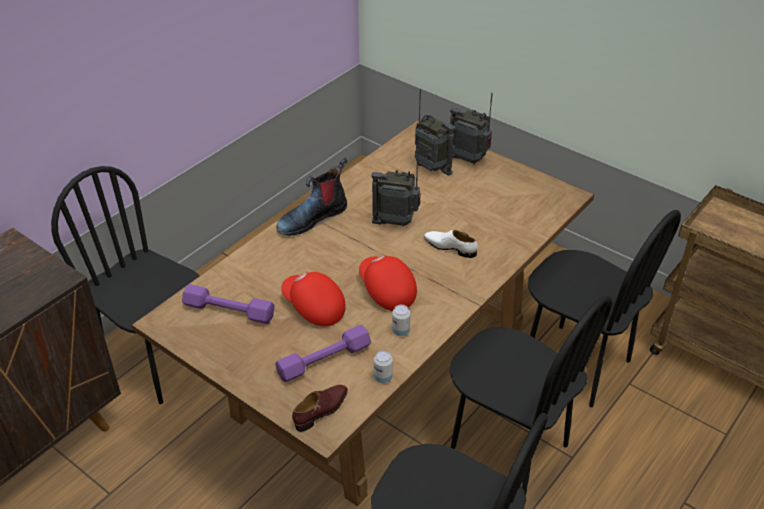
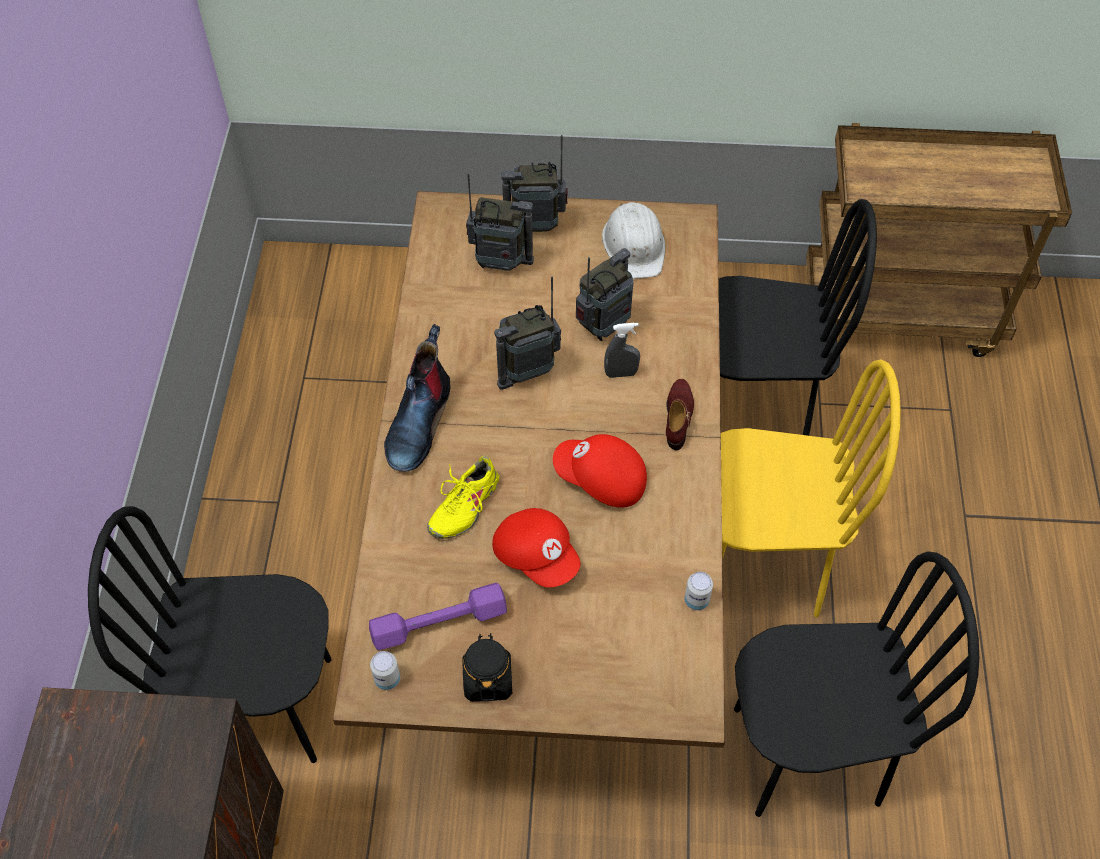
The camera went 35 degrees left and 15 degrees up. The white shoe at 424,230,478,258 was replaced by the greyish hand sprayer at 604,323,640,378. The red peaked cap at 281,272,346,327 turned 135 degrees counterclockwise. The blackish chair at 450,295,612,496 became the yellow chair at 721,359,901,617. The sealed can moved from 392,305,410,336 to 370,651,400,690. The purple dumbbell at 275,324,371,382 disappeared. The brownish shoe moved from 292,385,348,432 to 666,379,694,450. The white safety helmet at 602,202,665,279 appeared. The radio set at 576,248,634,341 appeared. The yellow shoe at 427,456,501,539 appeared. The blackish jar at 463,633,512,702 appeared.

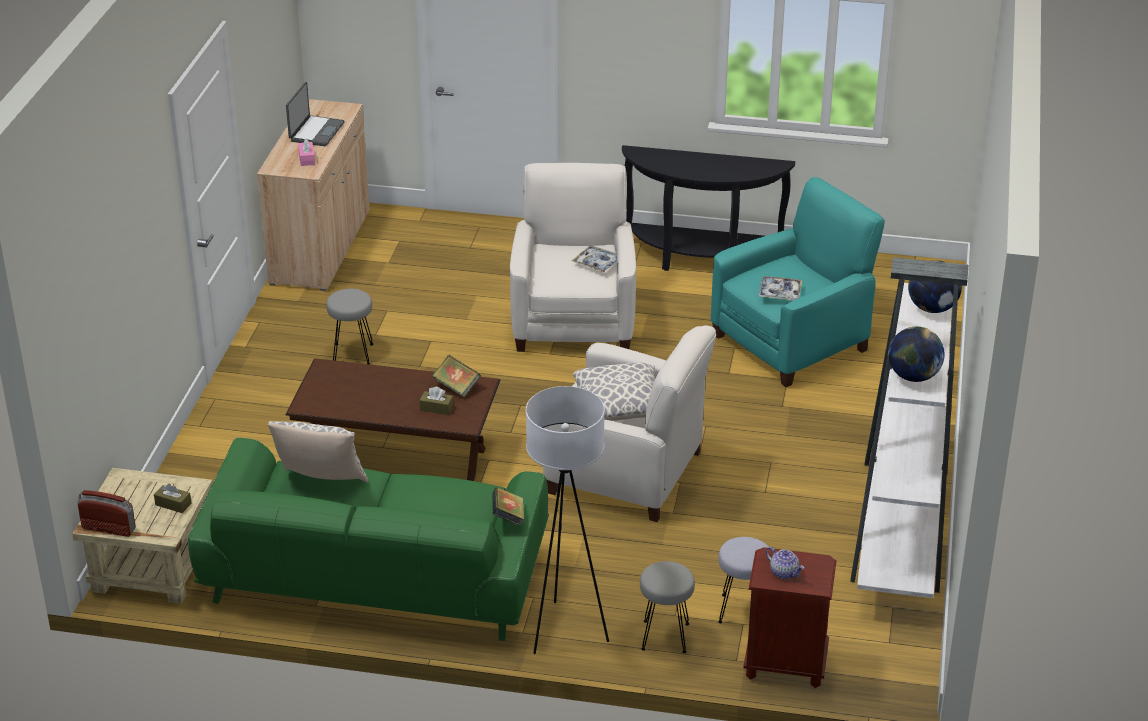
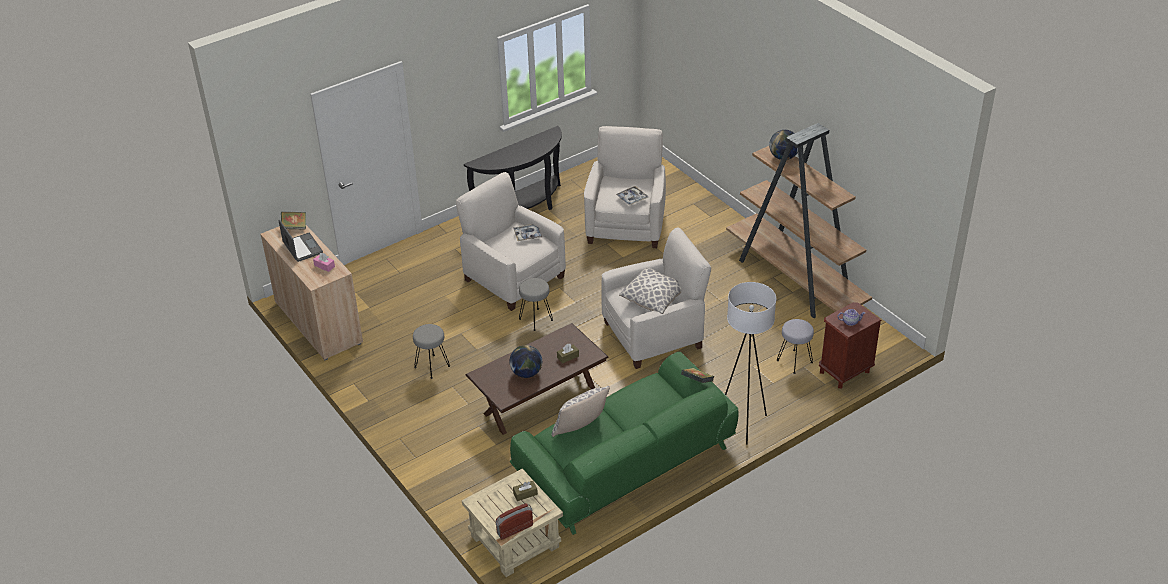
The camera went 45 degrees left and 5 degrees up. The turquoise lounge chair at 711,177,885,387 became the white lounge chair at 584,126,666,248. The white shelving unit at 850,257,968,598 became the brownish shelving unit at 726,123,872,318. The world globe moved from 888,327,945,382 to 509,345,542,378. The book moved from 432,355,481,397 to 281,212,306,230. The greyish stool moved from 640,561,695,653 to 519,278,553,331.

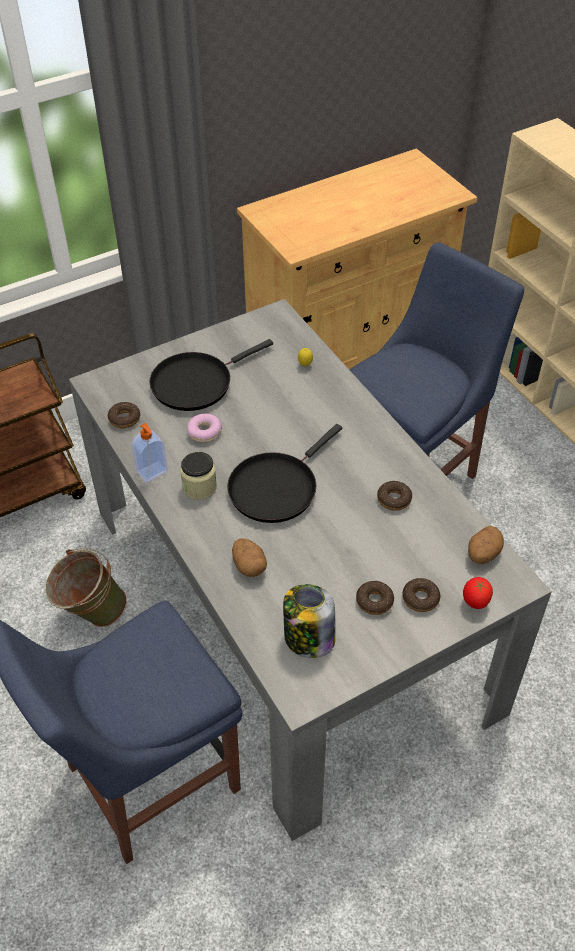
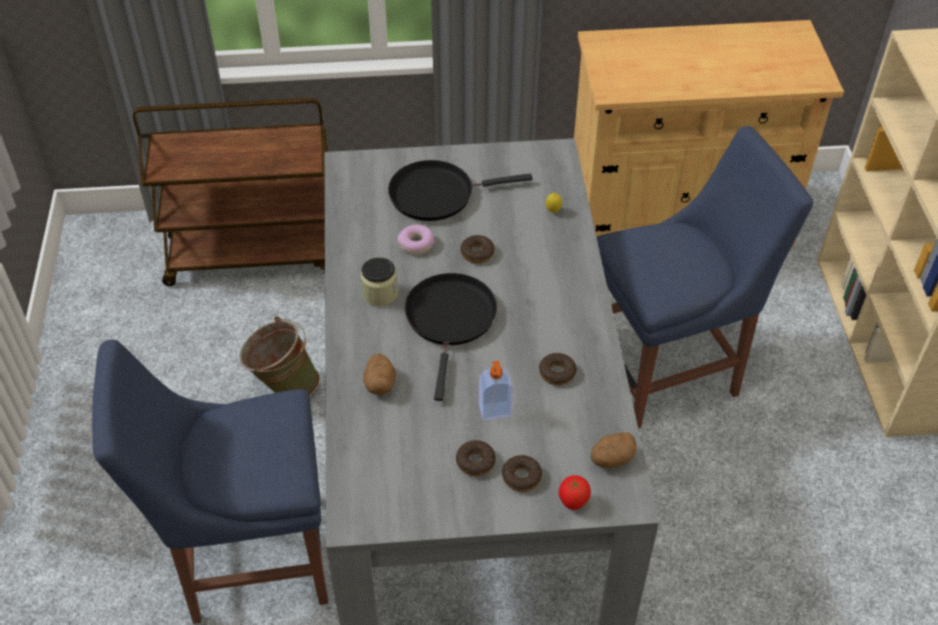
The camera went 25 degrees right and 0 degrees up. The ring doughnut moved from 108,402,140,428 to 460,235,495,263. The soap bottle moved from 132,423,168,482 to 479,361,513,421. The blackish skillet at 227,424,342,523 turned 120 degrees clockwise. The jar at 283,584,335,658 disappeared.

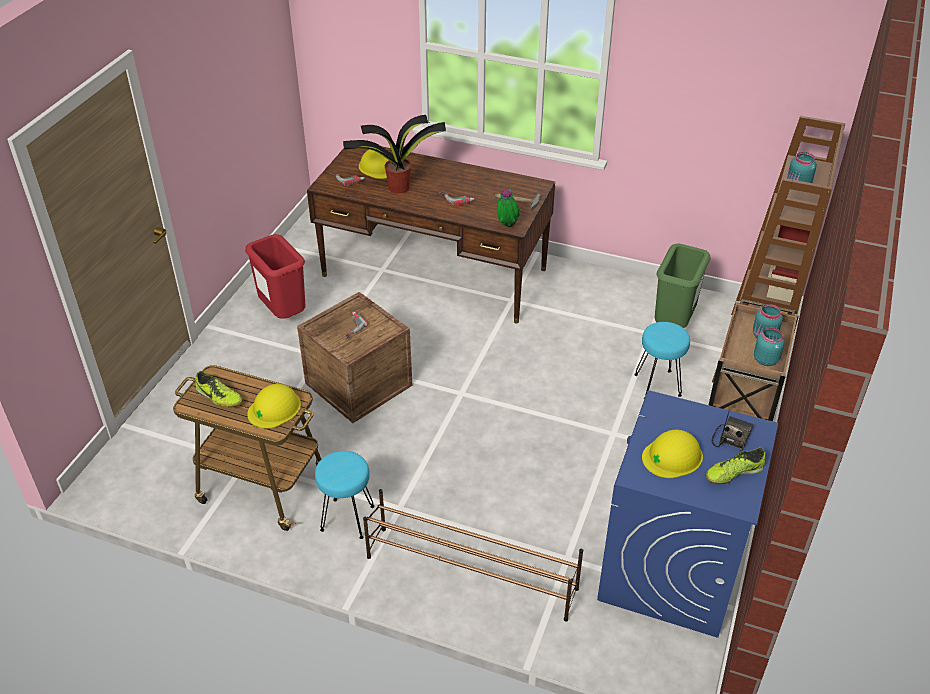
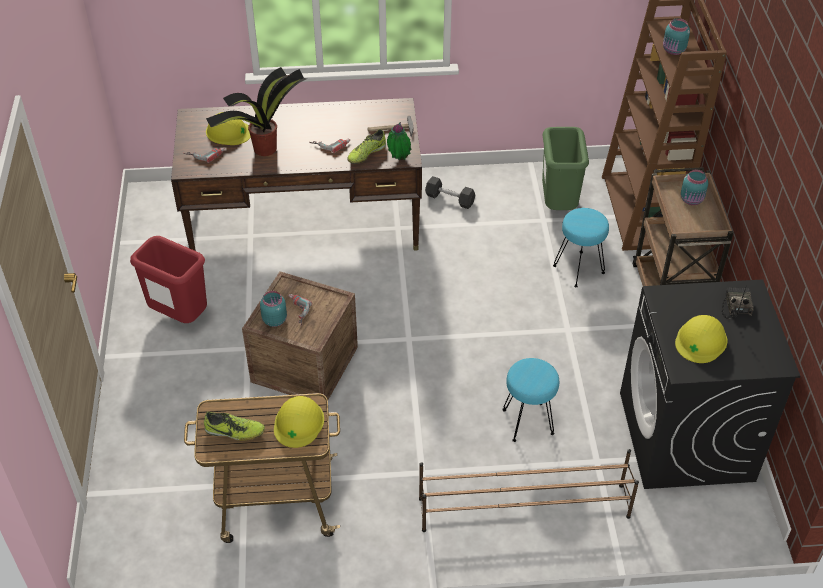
The camera went 25 degrees left and 5 degrees up. The turquoise jar moved from 754,328,785,366 to 260,291,287,327. The blue-coloured washing machine at 597,390,778,638 became the blackish washing machine at 620,279,801,489. The shoe moved from 706,447,765,484 to 347,129,386,164. The turquoise stool moved from 315,451,374,539 to 502,358,559,442. The greyish dumbbell at 425,176,475,209 appeared.

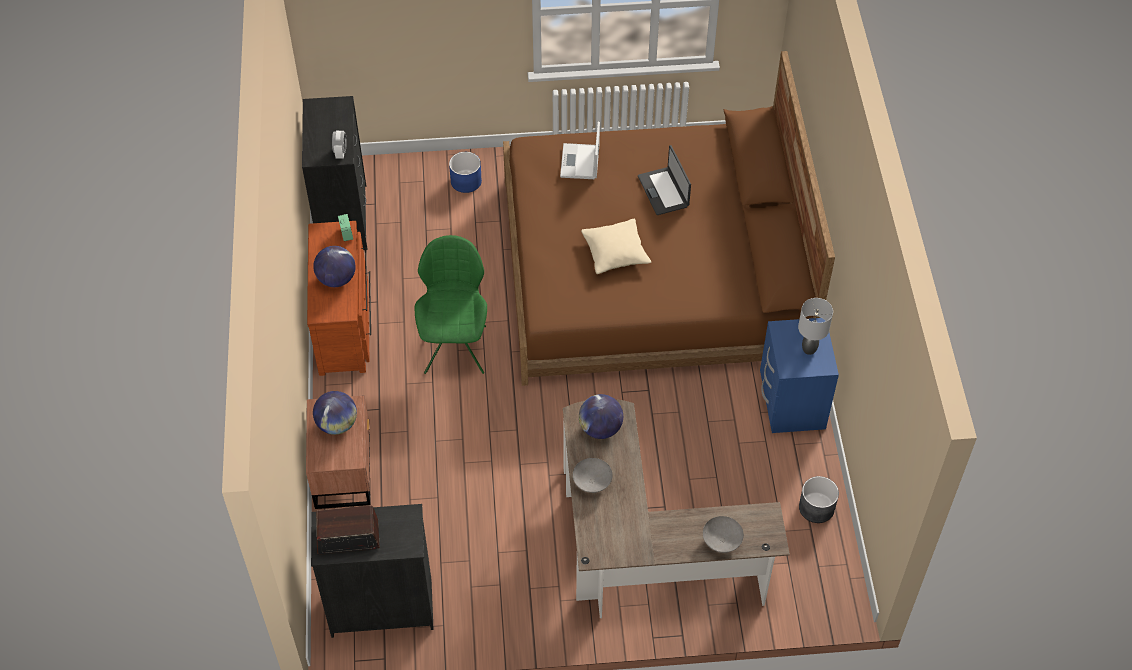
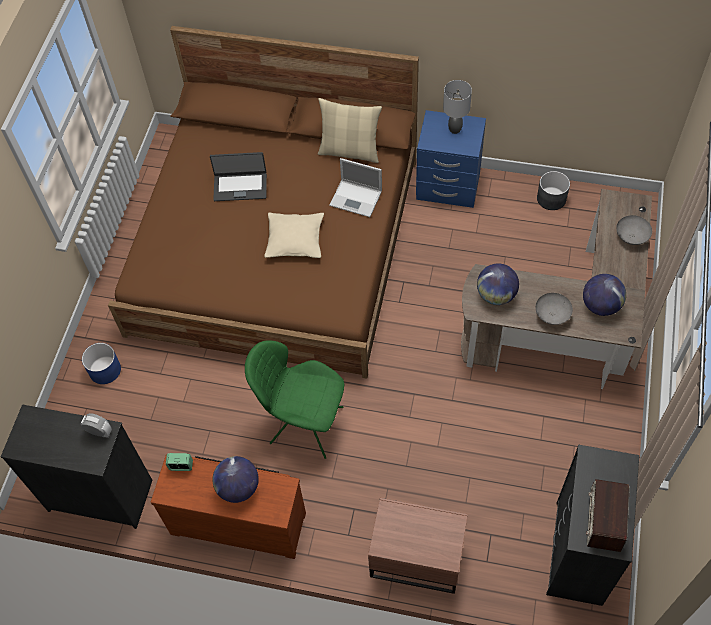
The camera went 70 degrees left and 5 degrees up. The notebook computer moved from 560,122,600,179 to 329,158,382,217. The world globe moved from 313,391,357,435 to 583,274,626,316. The sand-coloured throw pillow at 318,98,382,163 appeared.

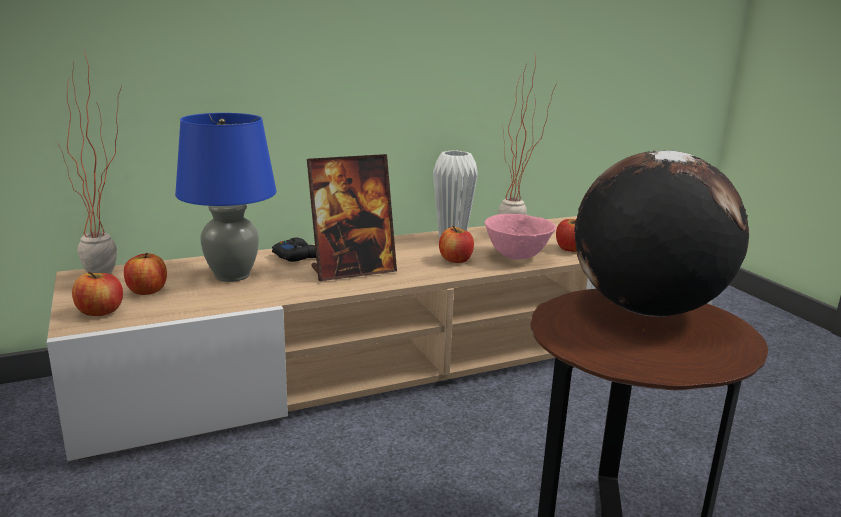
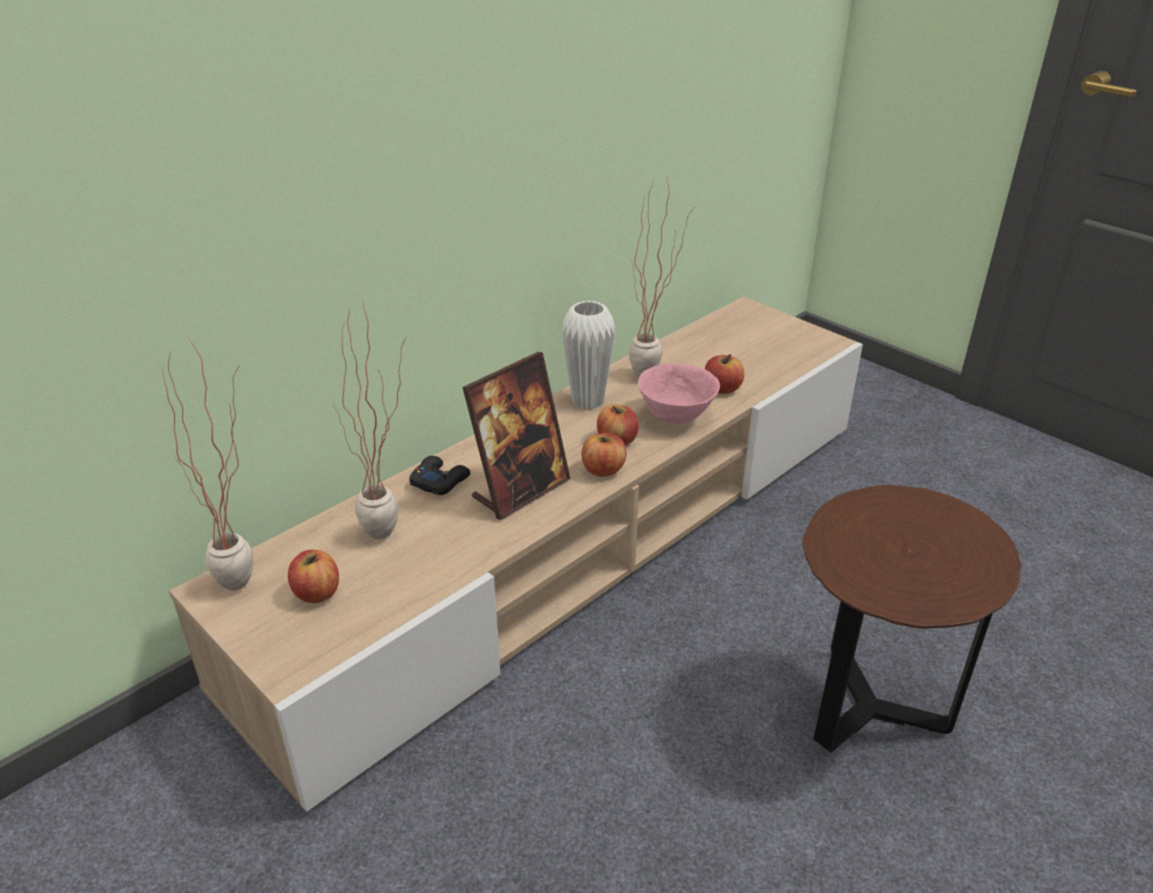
The camera went 20 degrees left and 15 degrees up. The blue-coloured tabletop lamp at 175,113,276,282 was replaced by the houseplant at 333,303,406,540. The world globe at 574,150,749,317 disappeared. The apple fruit moved from 72,272,123,316 to 581,433,626,477.

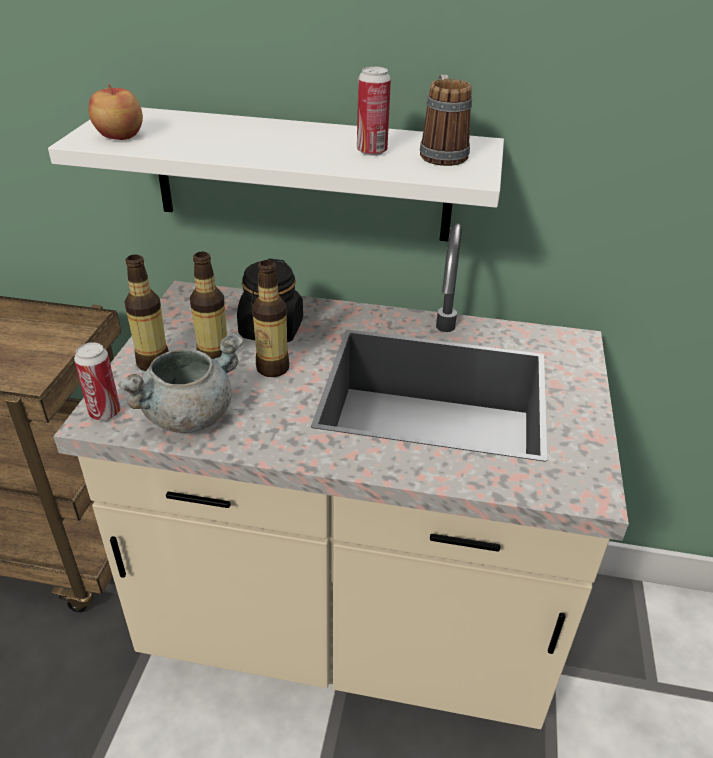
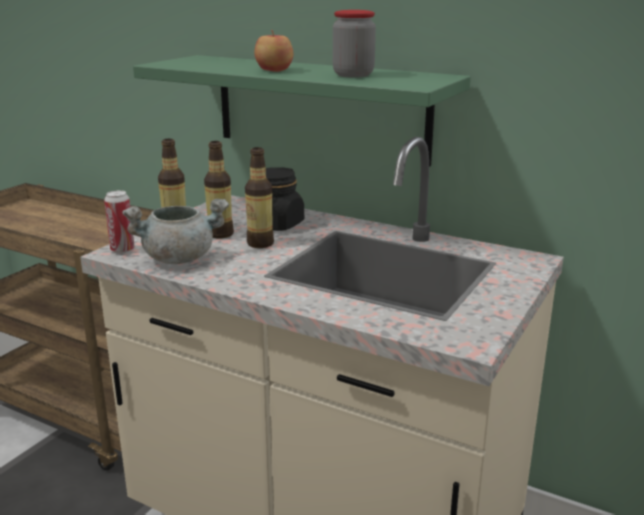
The camera went 20 degrees right and 15 degrees down. The sealed can at 357,66,391,156 was replaced by the jar at 333,10,376,77. The coffee mug at 420,75,472,166 disappeared. The apple fruit moved from 89,83,143,140 to 254,30,293,72. The white wall shelf at 48,107,504,242 became the green wall shelf at 133,55,471,166.

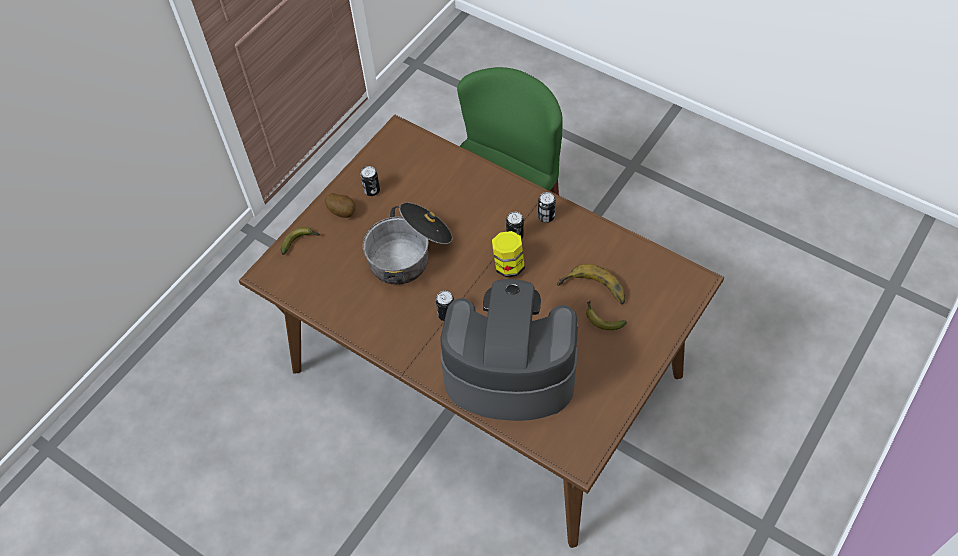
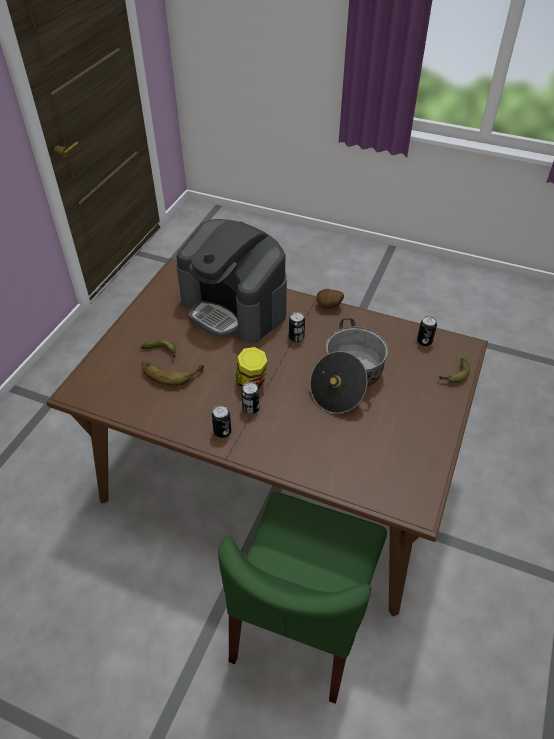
The camera went 165 degrees right and 10 degrees down. The sealed can moved from 360,166,380,196 to 417,316,437,346. The potato moved from 325,193,356,218 to 317,289,344,309. The coffee machine at 440,279,578,421 turned 45 degrees clockwise.

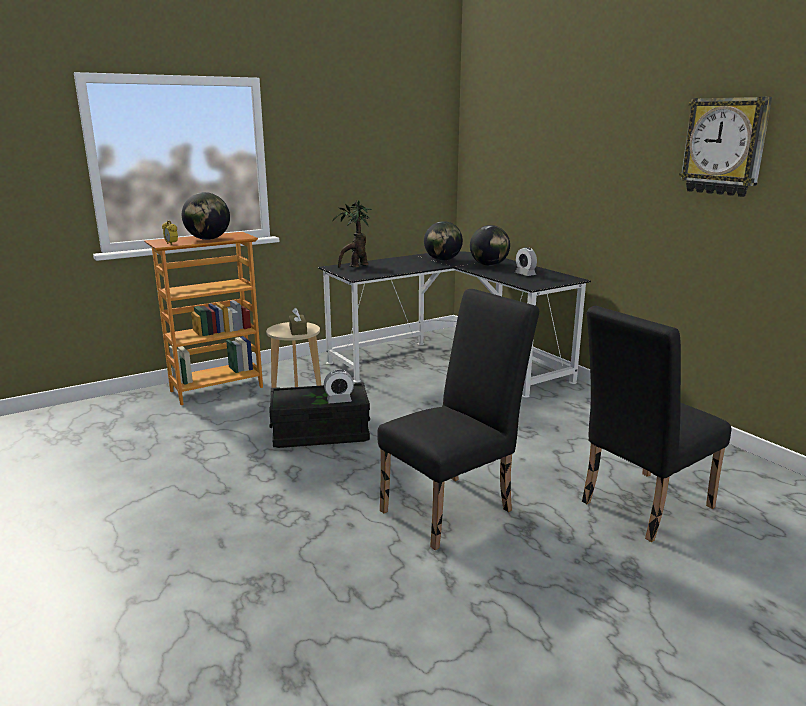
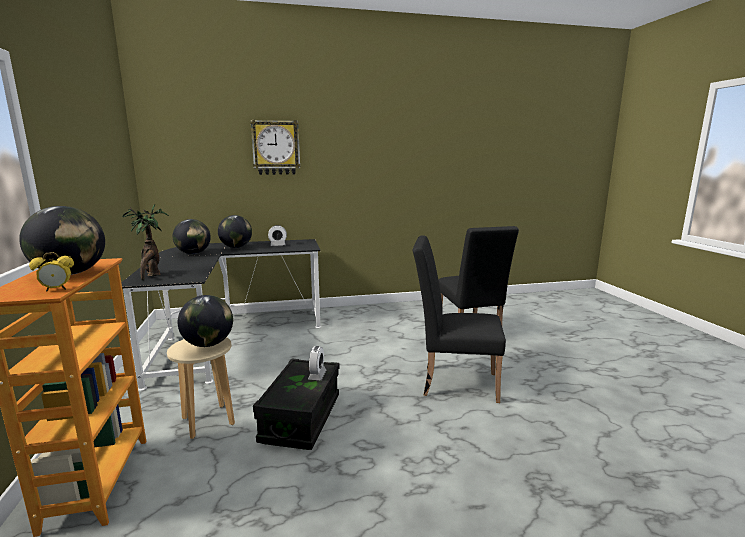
The camera went 70 degrees left and 5 degrees down. The wall clock moved from 679,97,772,197 to 251,120,300,175. The blackish chair at 378,289,539,550 turned 60 degrees counterclockwise. The brownish tissue box at 289,307,307,335 was replaced by the world globe at 178,295,233,347.

